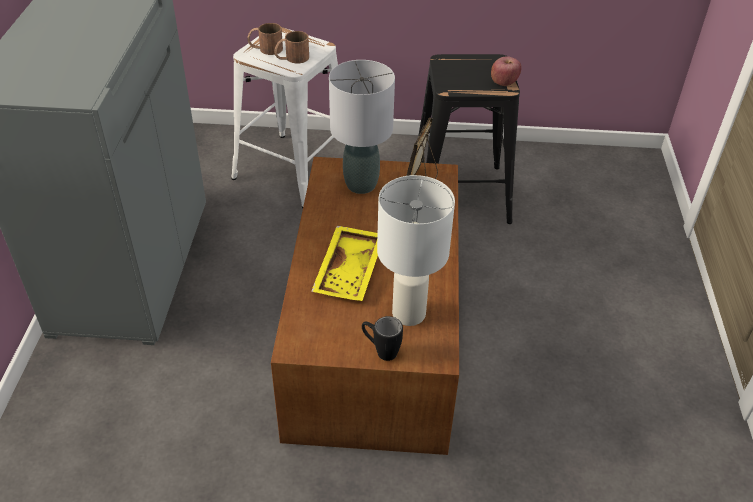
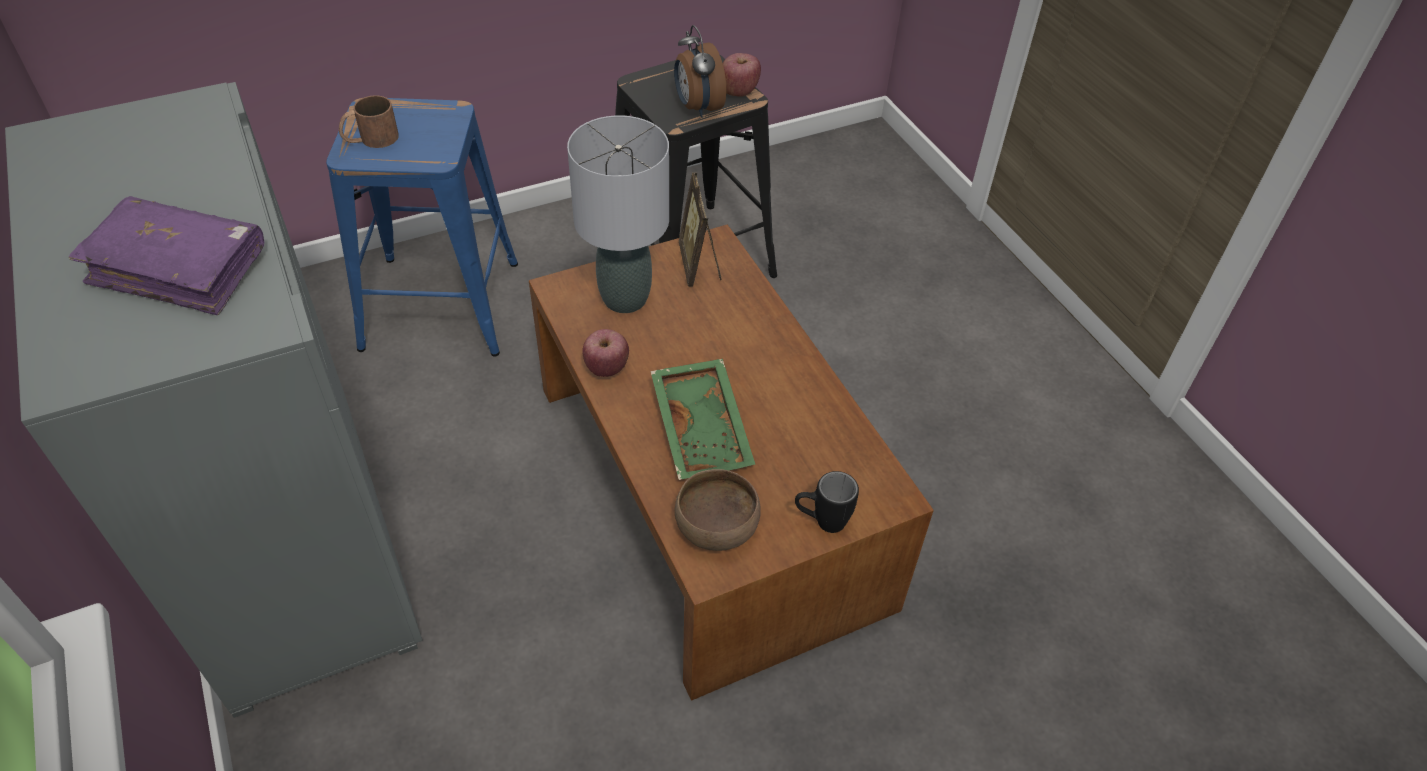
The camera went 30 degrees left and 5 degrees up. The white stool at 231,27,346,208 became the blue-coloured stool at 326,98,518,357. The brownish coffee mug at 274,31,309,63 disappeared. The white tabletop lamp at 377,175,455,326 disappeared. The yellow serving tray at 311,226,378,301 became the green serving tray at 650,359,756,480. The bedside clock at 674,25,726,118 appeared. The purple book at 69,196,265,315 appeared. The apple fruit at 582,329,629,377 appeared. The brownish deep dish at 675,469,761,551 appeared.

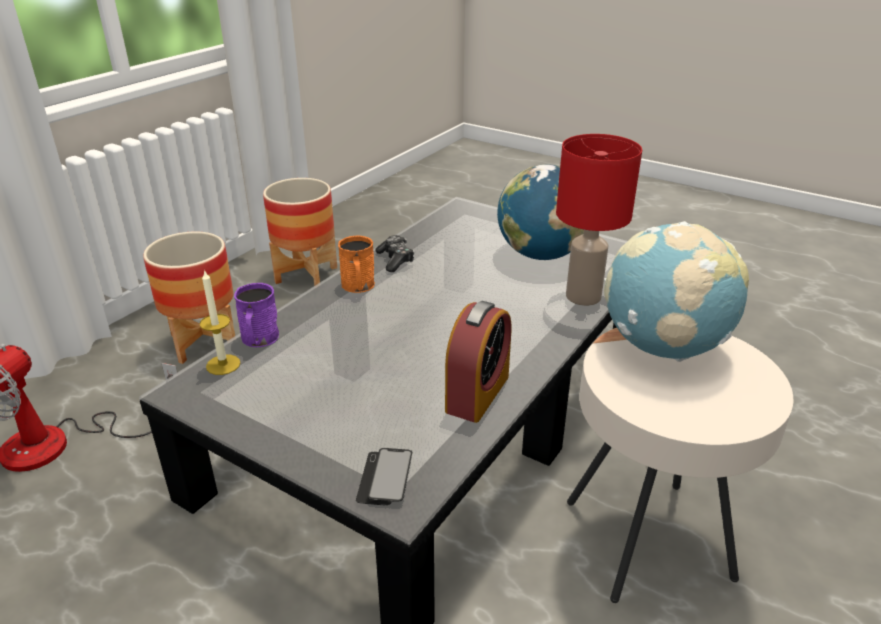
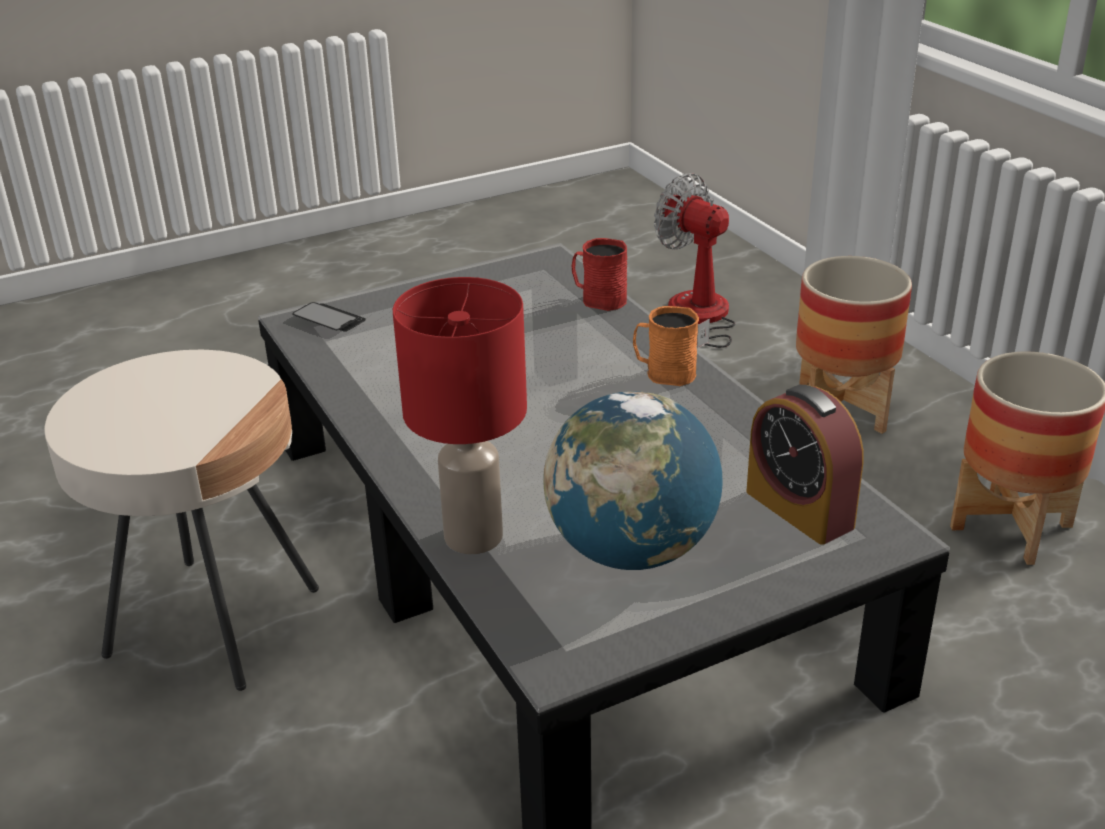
The camera went 120 degrees right and 0 degrees up. The world globe at 604,221,749,362 disappeared. The game controller at 375,235,414,272 disappeared. The wax candle at 200,269,241,375 disappeared. The purple coffee mug at 234,283,279,347 became the red coffee mug at 572,238,627,311. The bedside clock moved from 445,301,511,423 to 746,385,864,545.

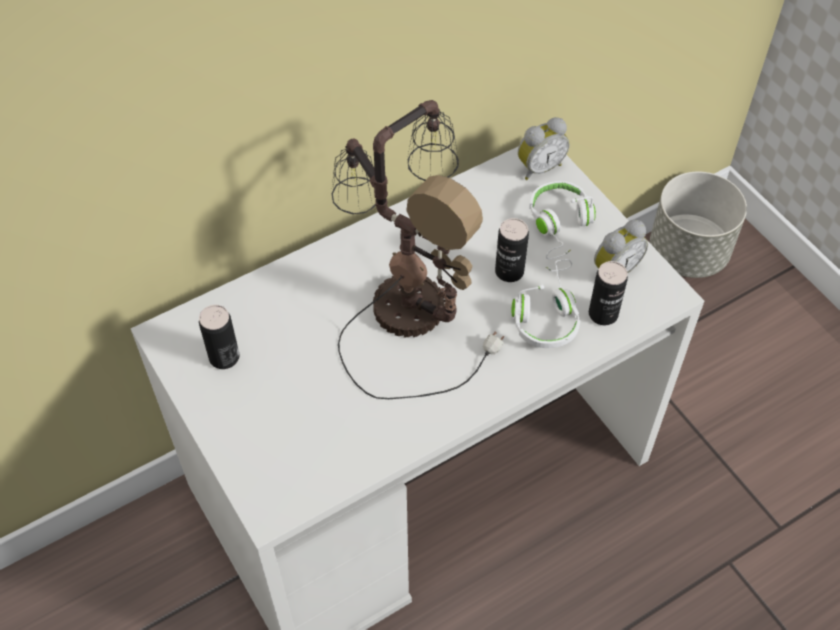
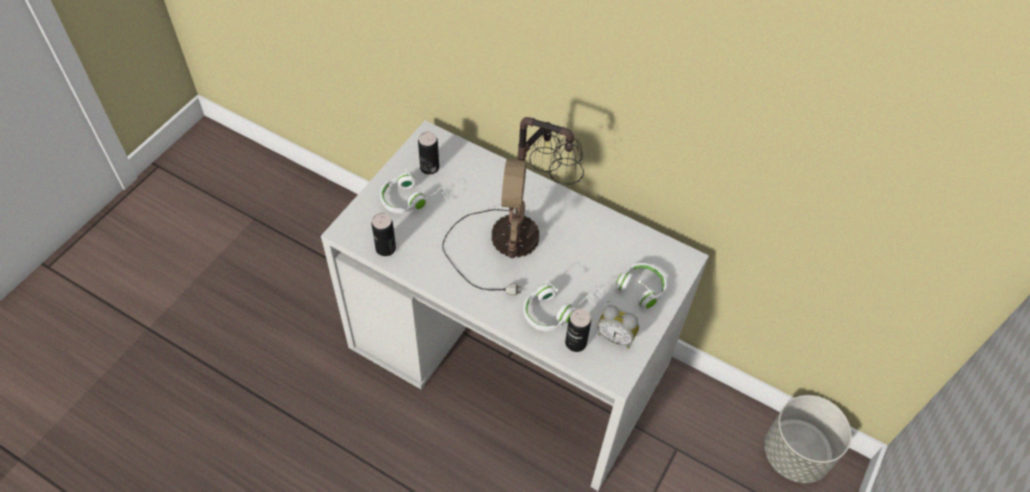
The camera went 60 degrees right and 0 degrees up. The bedside clock at 518,117,569,180 disappeared. The sealed can moved from 495,218,529,282 to 372,213,396,256. The white headset at 380,169,448,213 appeared.

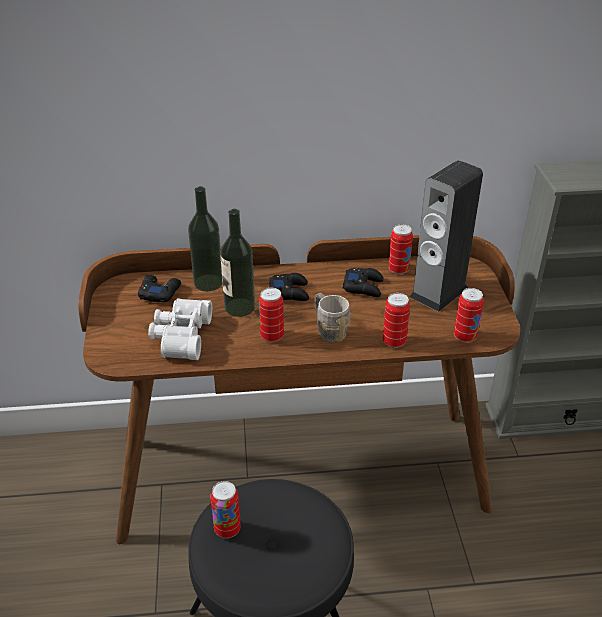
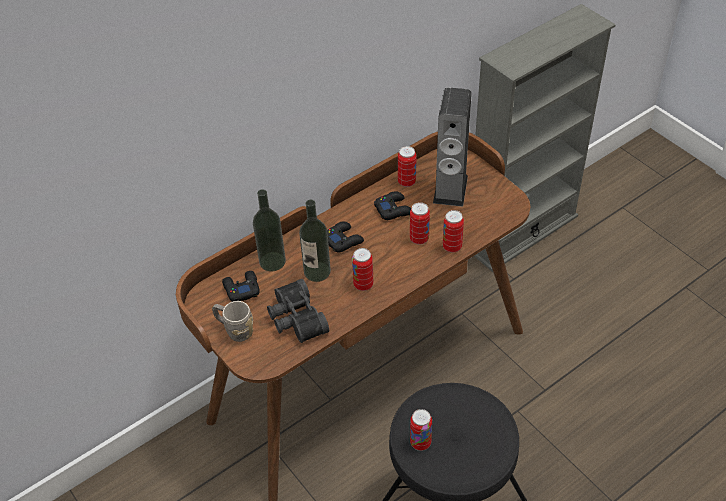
The camera went 30 degrees left and 10 degrees up. The sealed can moved from 454,288,484,343 to 410,202,430,245. The greyish coffee mug moved from 314,293,351,343 to 212,301,253,342. The white binoculars at 148,298,212,360 became the blackish binoculars at 267,279,329,343.

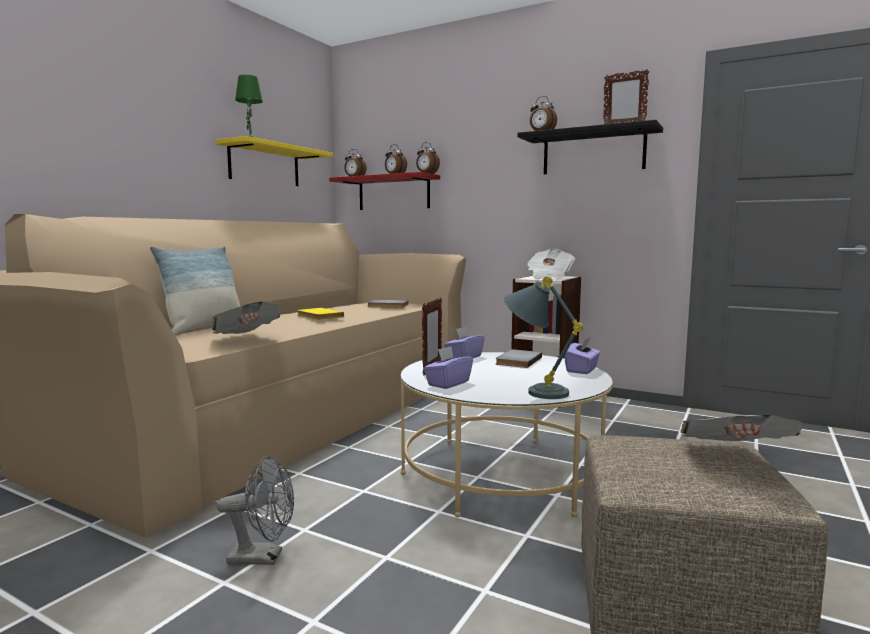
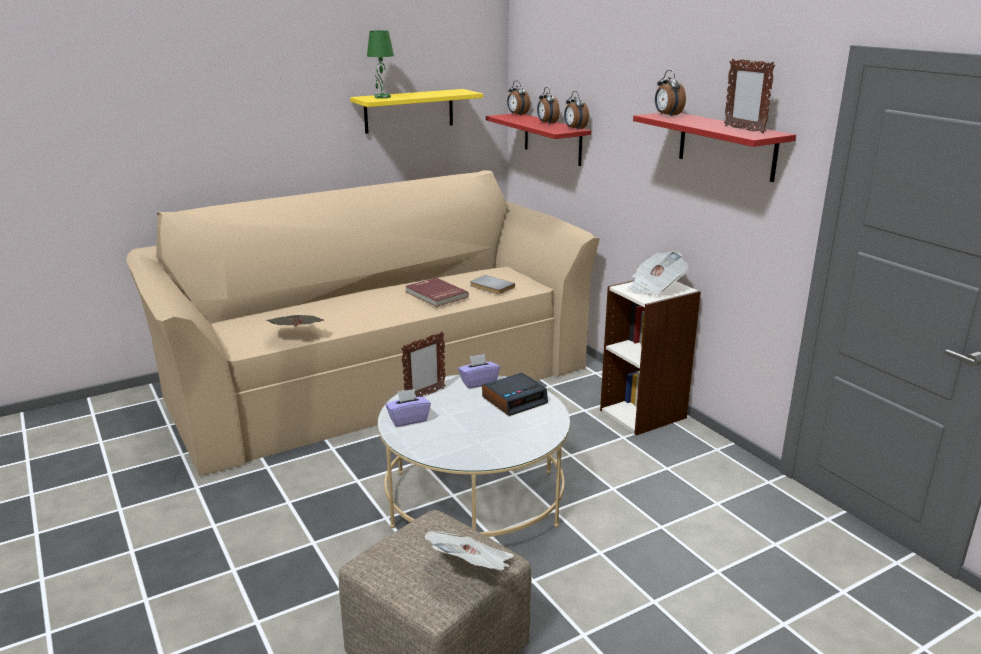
The camera went 30 degrees right and 15 degrees up. The blackish wall shelf at 517,120,663,174 became the red wall shelf at 633,113,796,182. The throw pillow at 150,246,241,335 disappeared. The greyish tabletop lamp at 504,276,583,399 disappeared. The yellow book at 297,308,344,320 disappeared. The purple tissue box at 564,337,601,374 disappeared. The greyish book at 496,349,542,368 was replaced by the bedside clock at 482,373,548,416. The greyish cooling fan at 217,456,294,565 disappeared. The red book at 405,278,469,307 appeared.

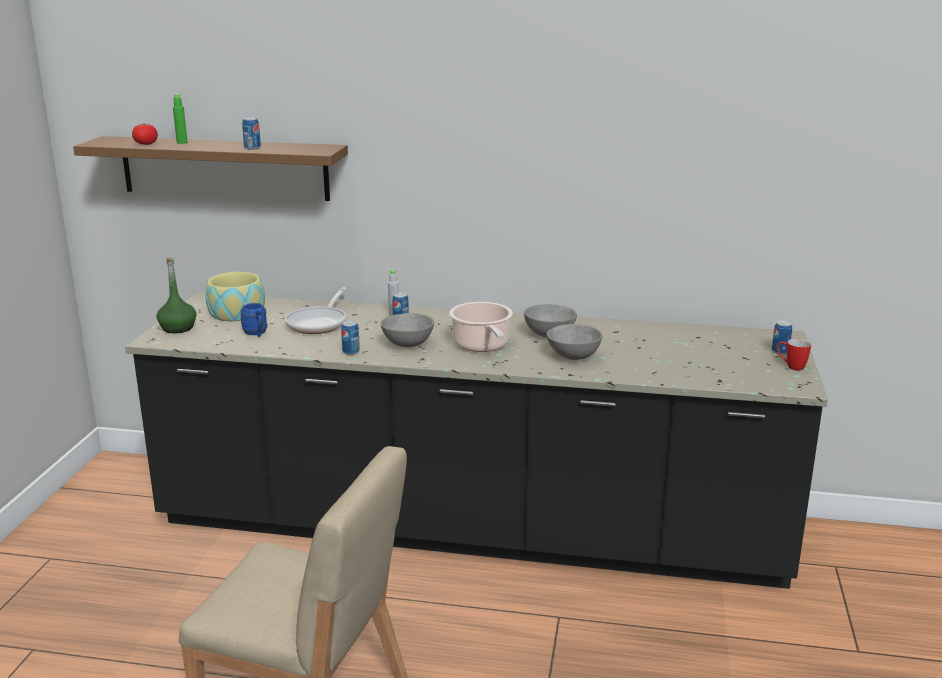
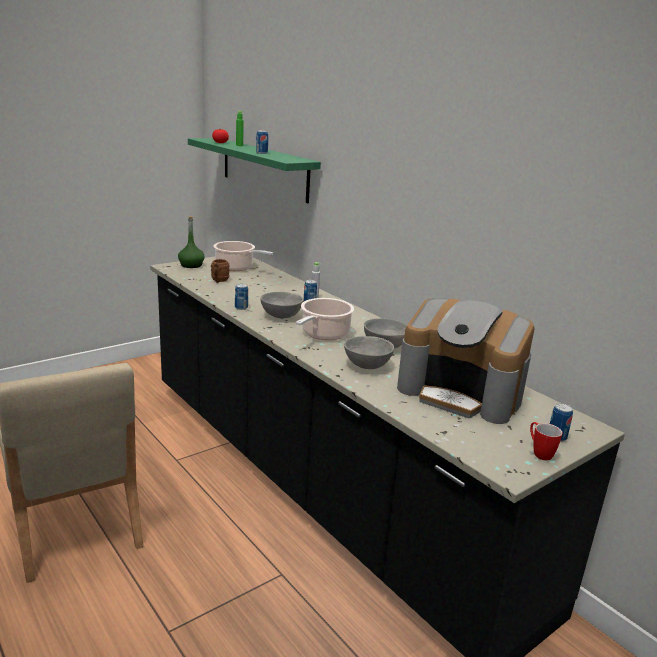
The camera went 40 degrees right and 0 degrees up. The brownish wall shelf at 73,136,348,201 became the green wall shelf at 188,138,321,203. The deep dish at 205,272,265,321 was replaced by the saucepot at 213,241,273,271. The skillet at 285,287,347,334 disappeared. The blue-coloured coffee mug at 240,303,268,337 became the brownish coffee mug at 211,259,230,283. The coffee machine at 397,298,535,424 appeared.

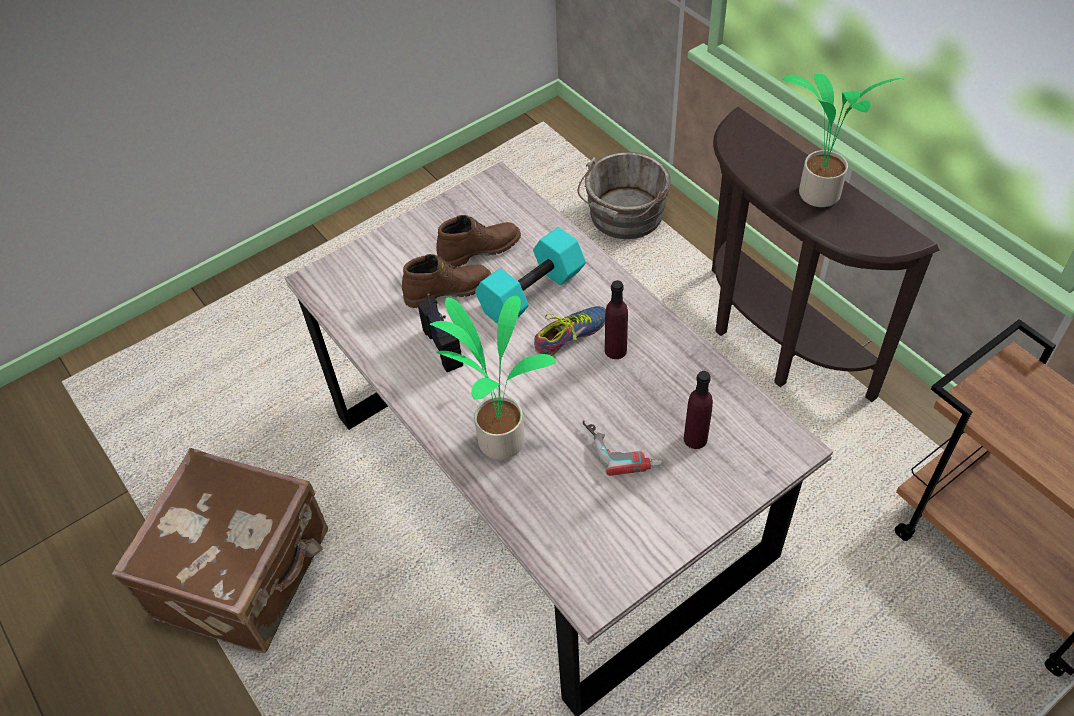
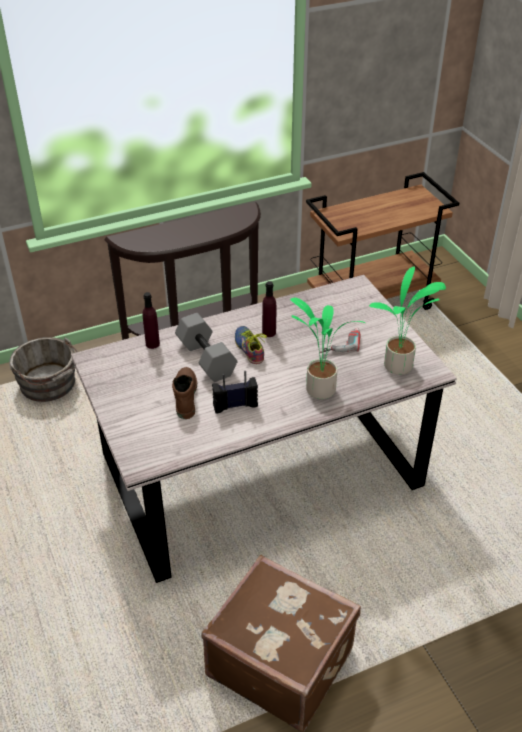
The camera went 80 degrees left and 10 degrees down. The houseplant moved from 783,73,903,207 to 369,266,446,375. The brownish high-top boot at 436,215,521,268 disappeared. The turquoise dumbbell at 475,227,586,324 became the greyish dumbbell at 175,313,238,382. The purple bottle moved from 684,371,713,449 to 142,292,160,349.

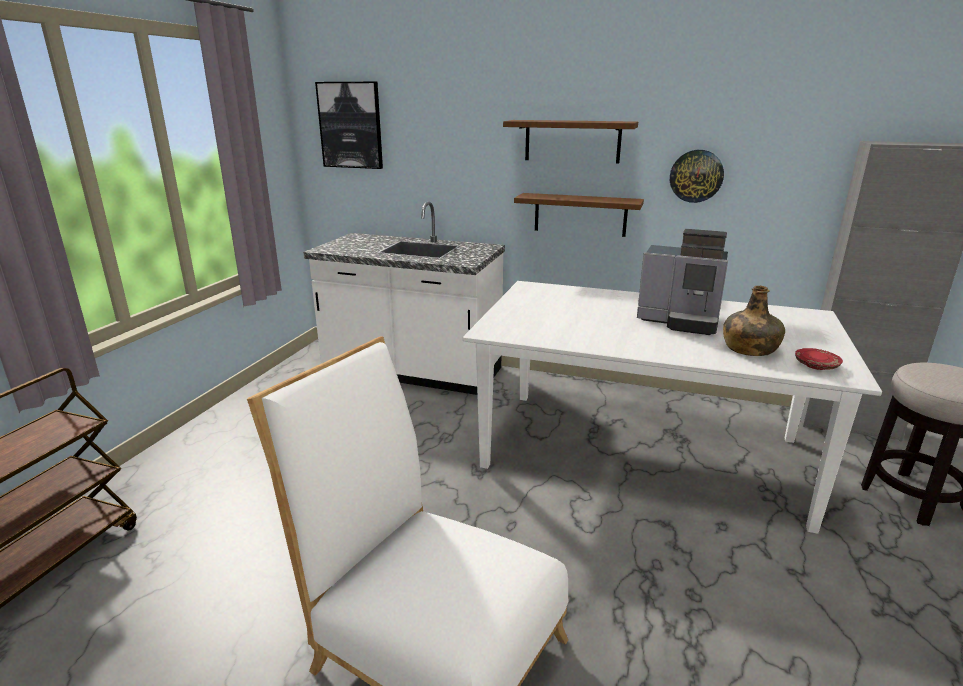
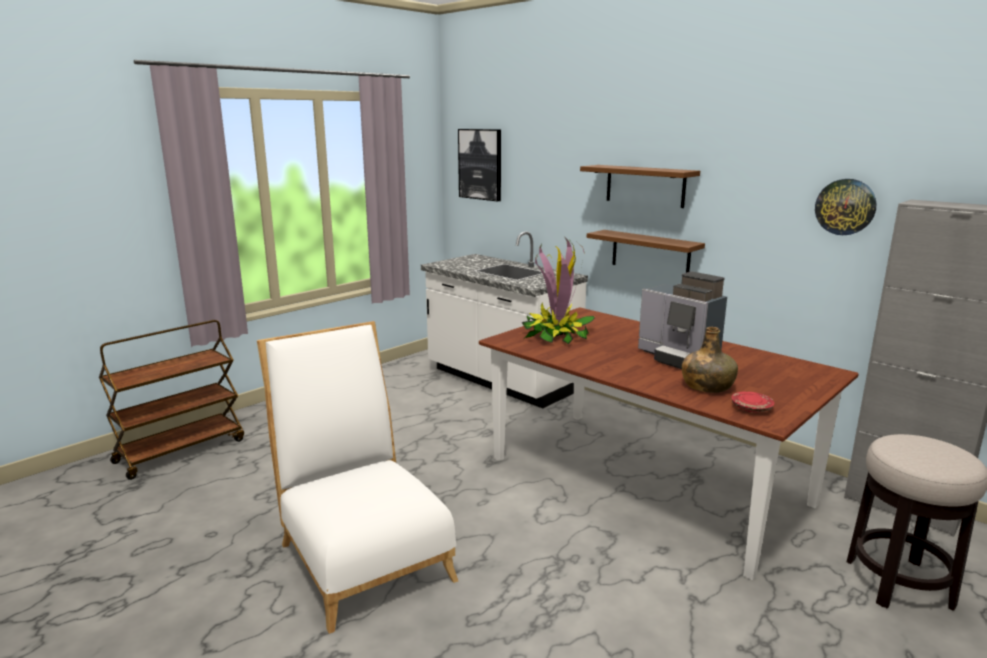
The camera went 25 degrees right and 5 degrees down. The wall clock moved from 670,150,724,203 to 815,179,876,235. The white dinner table at 463,281,882,534 became the brownish dinner table at 479,307,859,580. The houseplant at 522,236,595,344 appeared.

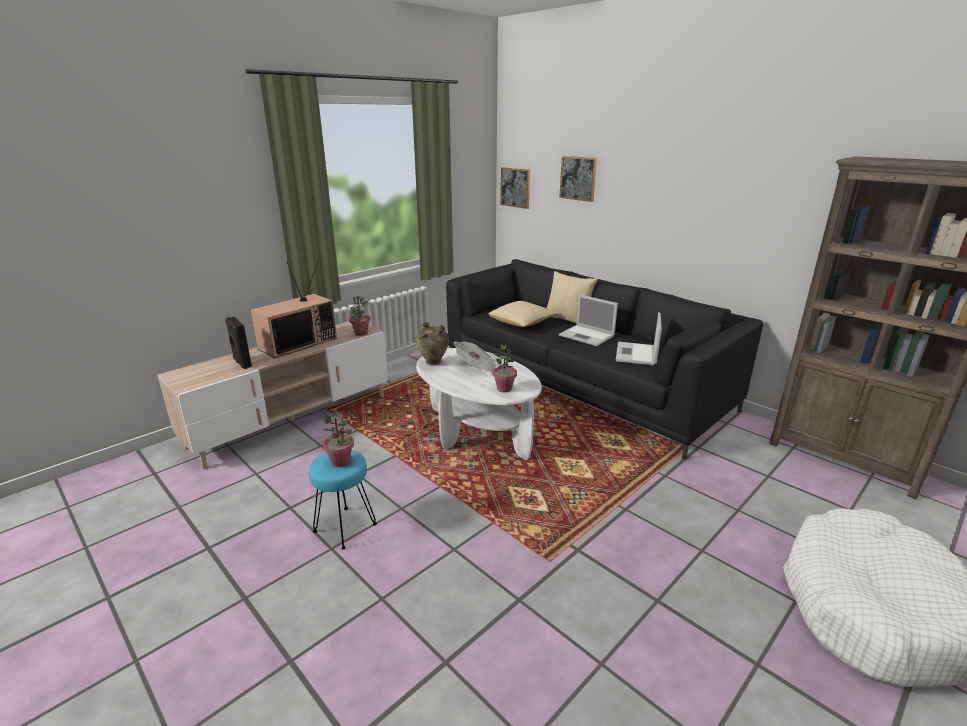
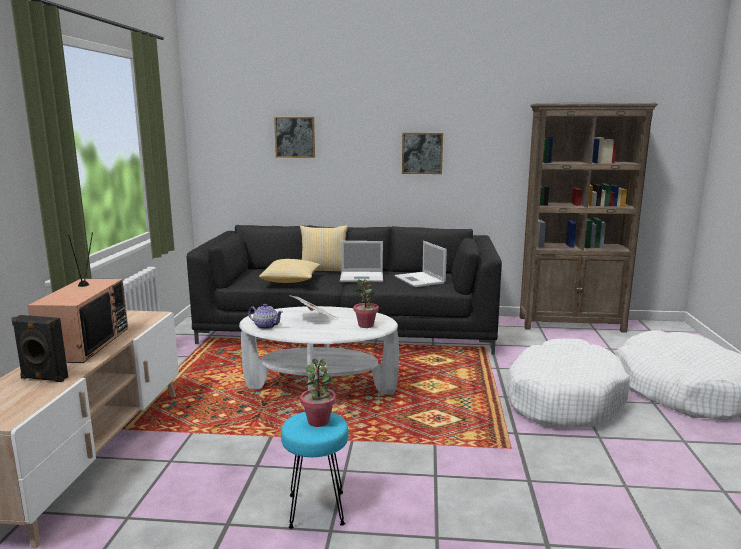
The camera went 40 degrees left and 10 degrees down. The wall art moved from 501,167,530,209 to 402,133,443,174. The houseplant at 349,295,370,336 disappeared. The sand-coloured decorative vase at 416,322,449,365 was replaced by the teapot at 248,304,283,329. The white pet bed at 507,339,630,427 appeared.

